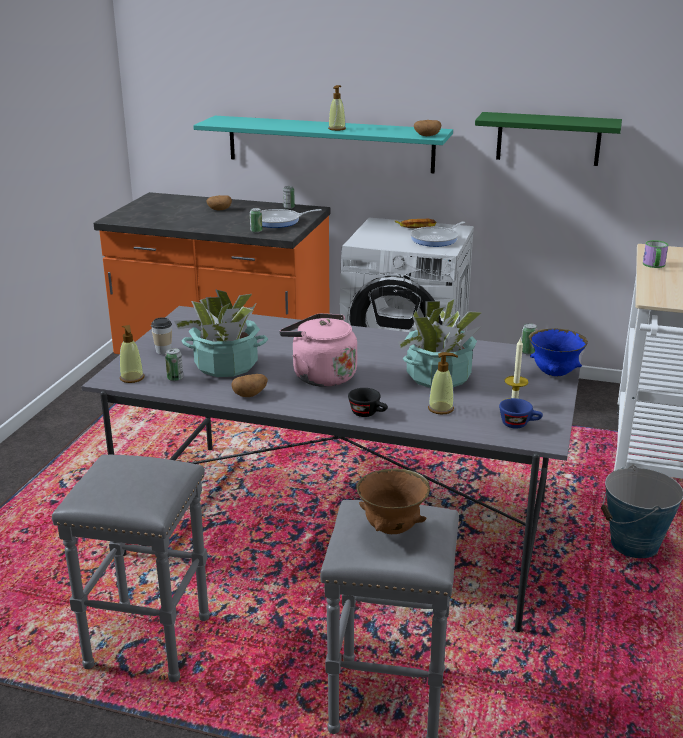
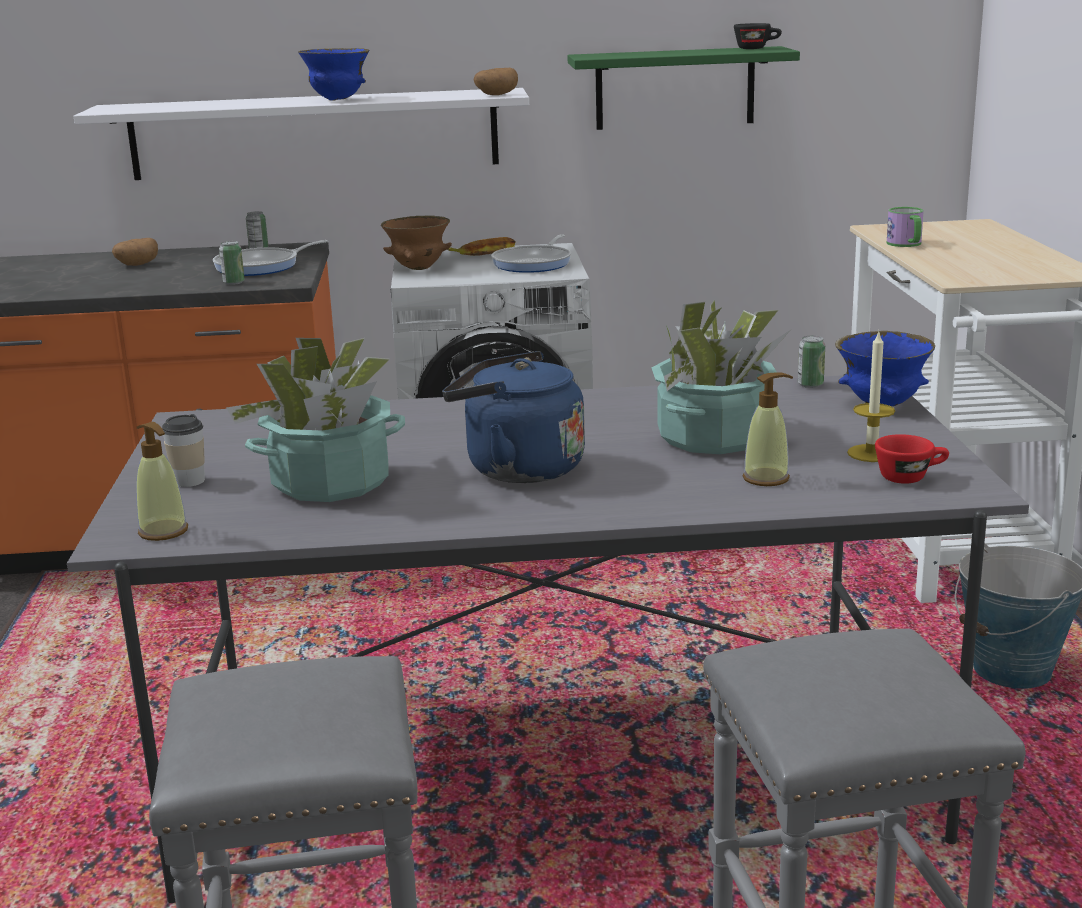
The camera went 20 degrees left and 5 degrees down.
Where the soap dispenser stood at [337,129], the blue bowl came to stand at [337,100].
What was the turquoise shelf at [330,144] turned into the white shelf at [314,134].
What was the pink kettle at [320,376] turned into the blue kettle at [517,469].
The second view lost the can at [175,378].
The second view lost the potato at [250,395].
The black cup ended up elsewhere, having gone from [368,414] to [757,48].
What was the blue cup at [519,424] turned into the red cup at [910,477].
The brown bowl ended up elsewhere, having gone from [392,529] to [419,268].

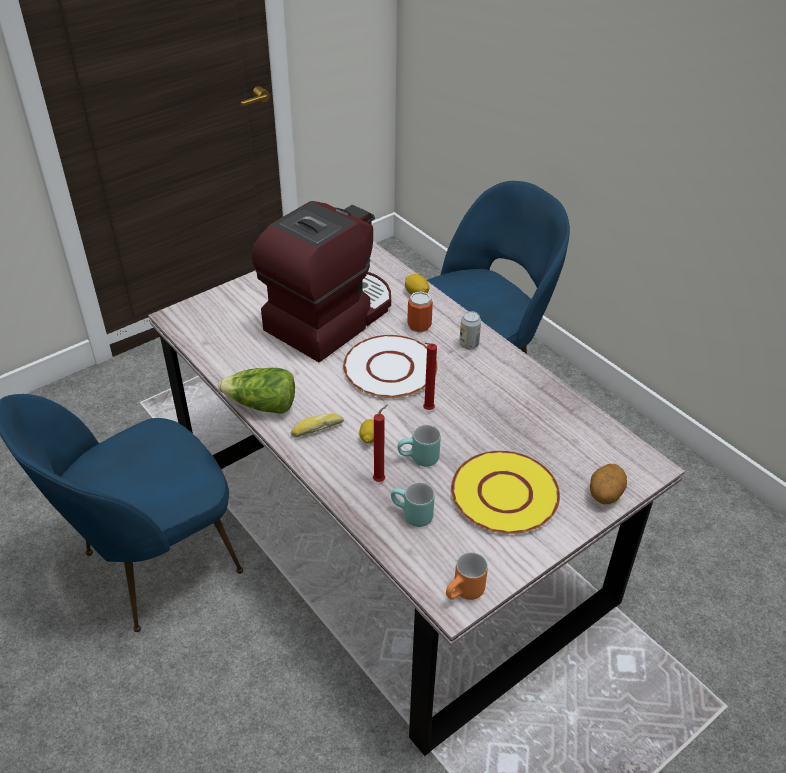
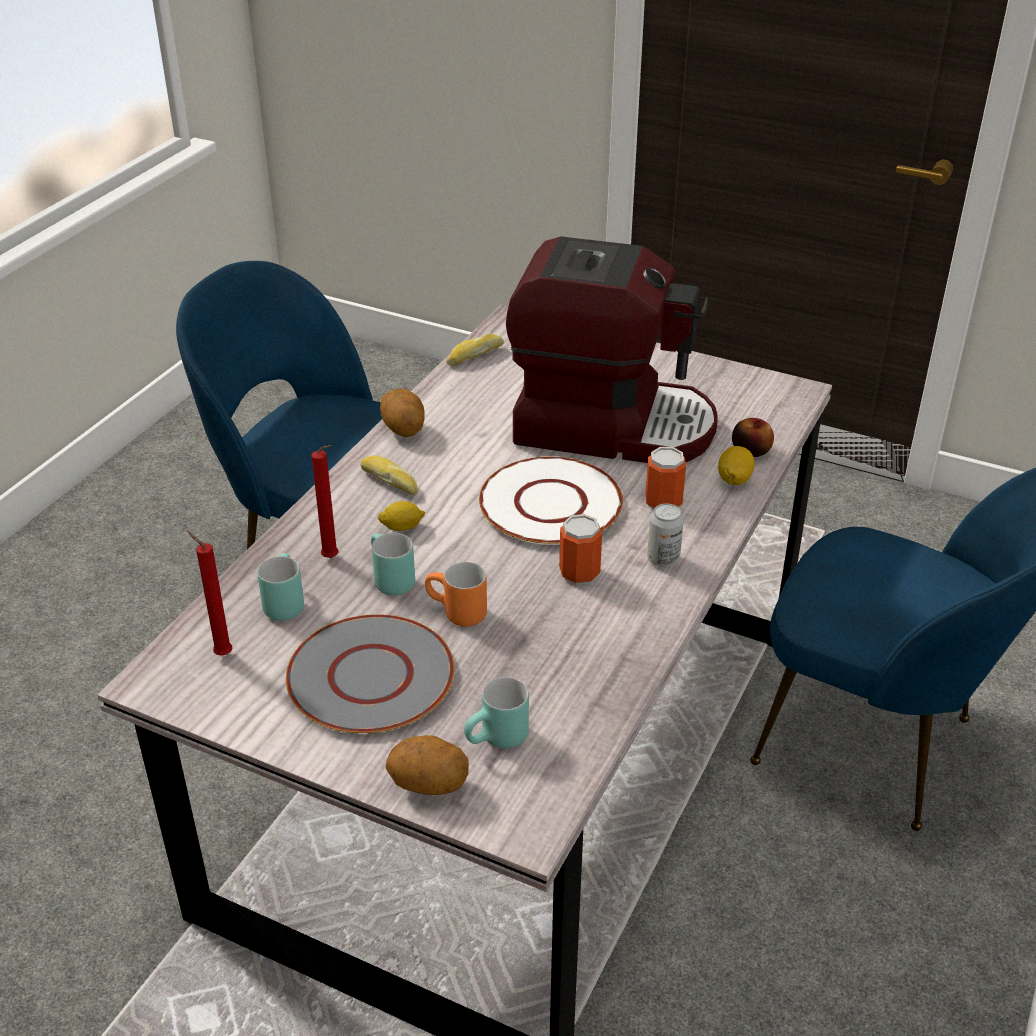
The camera went 65 degrees right and 5 degrees down.
The red candle ended up elsewhere, having gone from [427,410] to [221,653].
Where the lettuce stood at [262,405], the potato came to stand at [404,429].
What was the yellow plate at [505,494] turned into the grey plate at [370,677].
The orange mug ended up elsewhere, having gone from [465,594] to [455,614].
The second view gained the bread at [474,355].
The second view gained the apple at [751,450].
The second view gained the can at [579,573].
The second view gained the turquoise mug at [498,741].

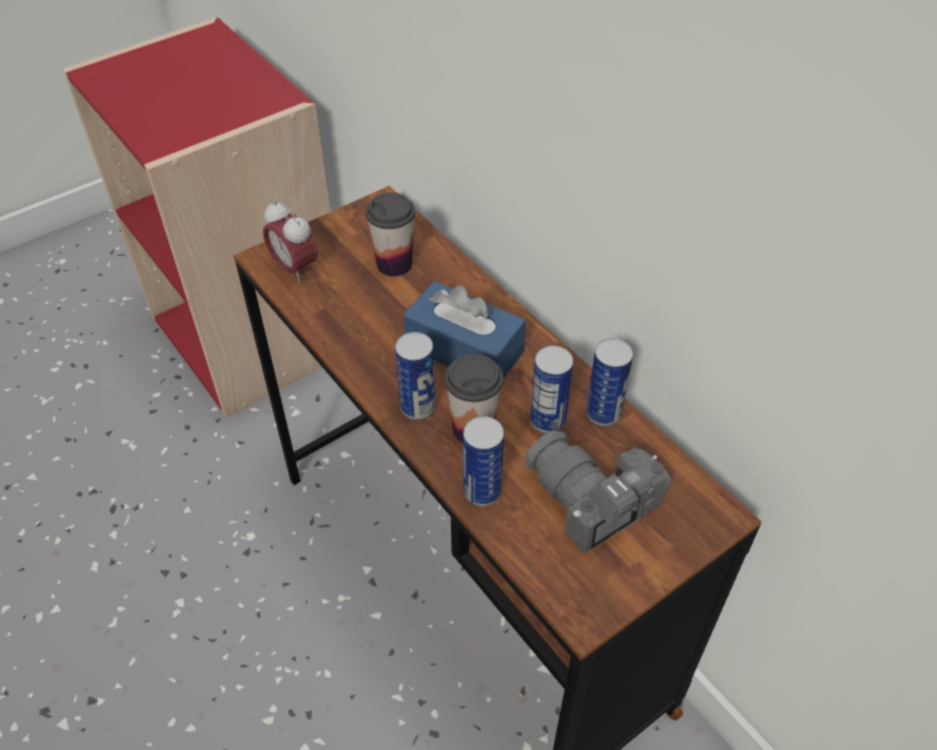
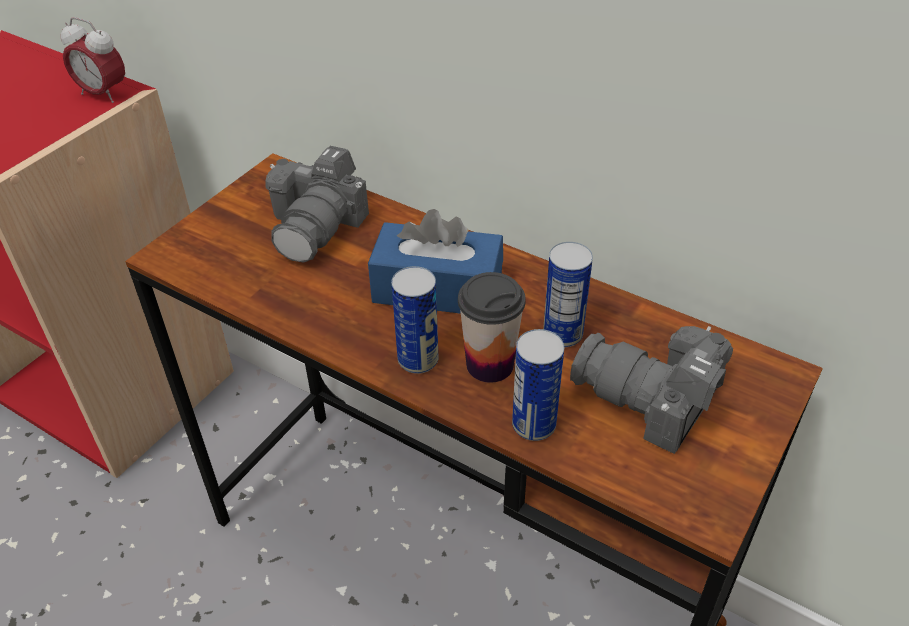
The camera went 20 degrees left and 5 degrees down.
Where the cup stood at [394,264], the photo camera came to stand at [317,226].
The alarm clock ended up elsewhere, having gone from [294,268] to [103,94].
The second view lost the can at [603,413].

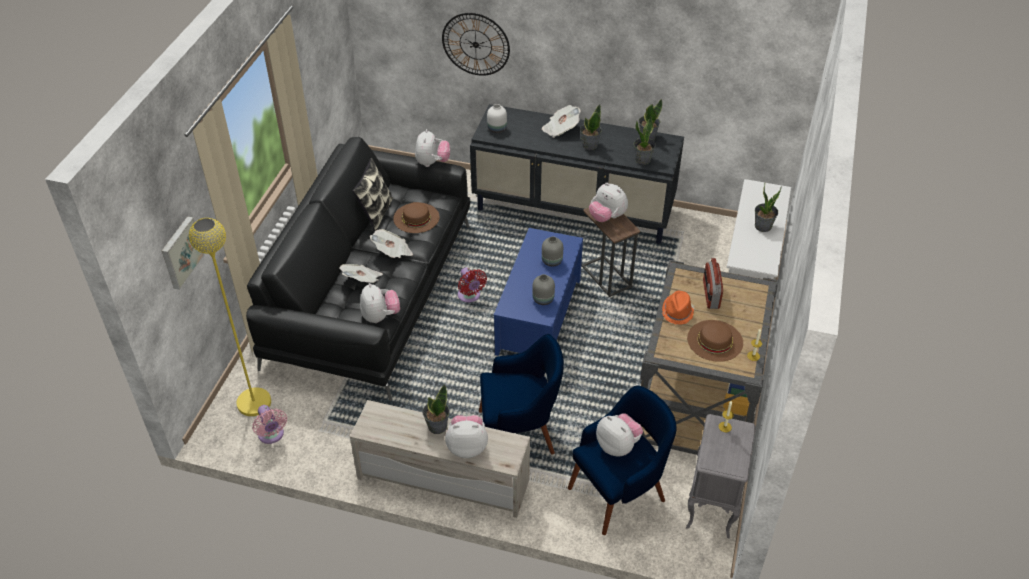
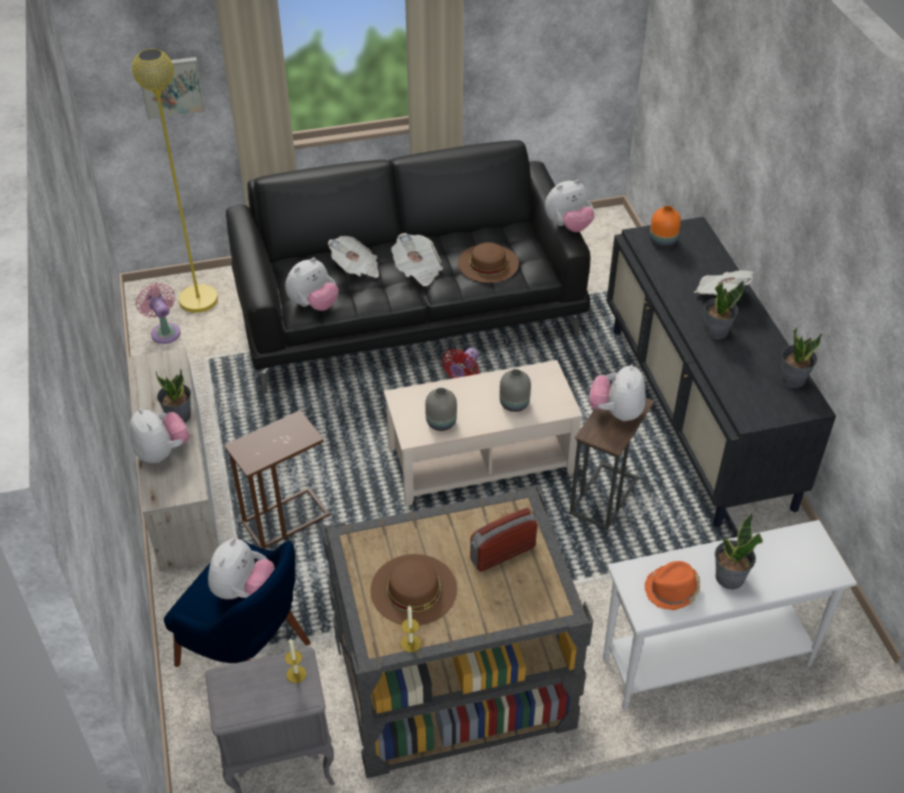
The camera went 60 degrees right and 0 degrees up.
The second view lost the wall clock at [475,44].
What was the white vase at [497,129] turned into the orange vase at [662,241].
The second view lost the potted plant at [643,160].
The second view lost the pillow at [375,213].
What was the blue coffee table at [539,316] turned into the beige coffee table at [481,460].
The orange hat ended up elsewhere, having gone from [677,312] to [672,590].
Where the blue armchair stood at [519,432], the brown side table came to stand at [285,520].
The pink fan at [272,435] ended up facing another way, 120 degrees clockwise from before.

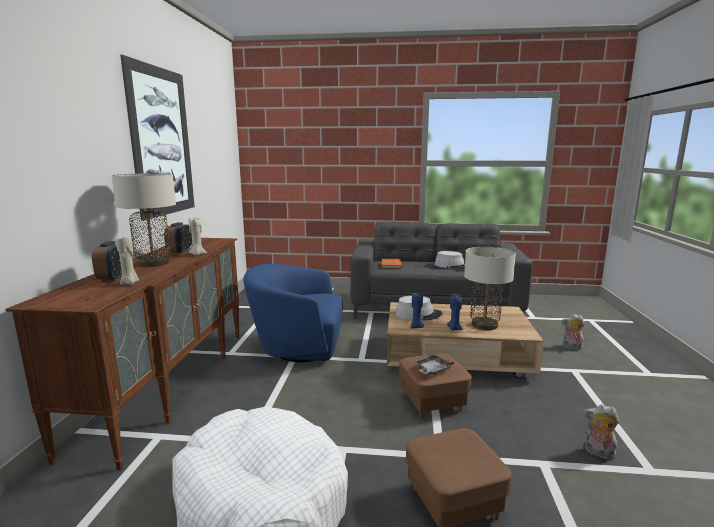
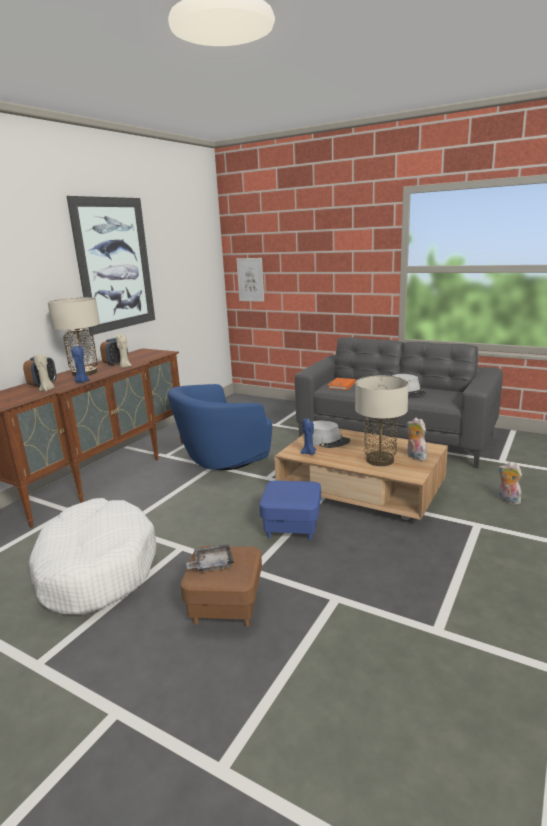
The camera went 25 degrees right and 5 degrees up.
The blue armchair at [298,348] ended up facing another way, 60 degrees counterclockwise from before.
The blue candle ended up elsewhere, having gone from [454,329] to [82,381].
What was the brown ottoman at [432,402] turned into the blue ottoman at [292,526].
The grey tray ended up elsewhere, having gone from [432,370] to [212,564].
The plush toy ended up elsewhere, having gone from [598,453] to [415,457].
The second view gained the picture at [250,279].

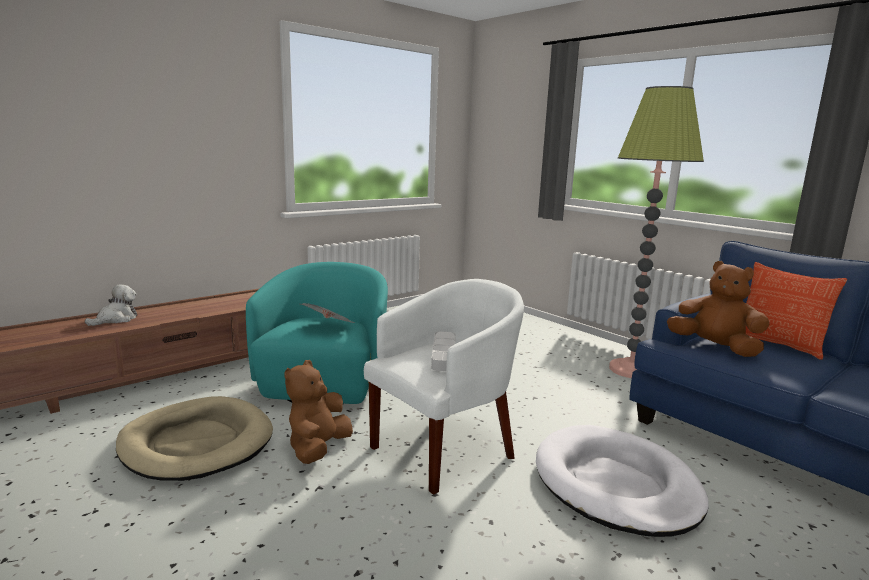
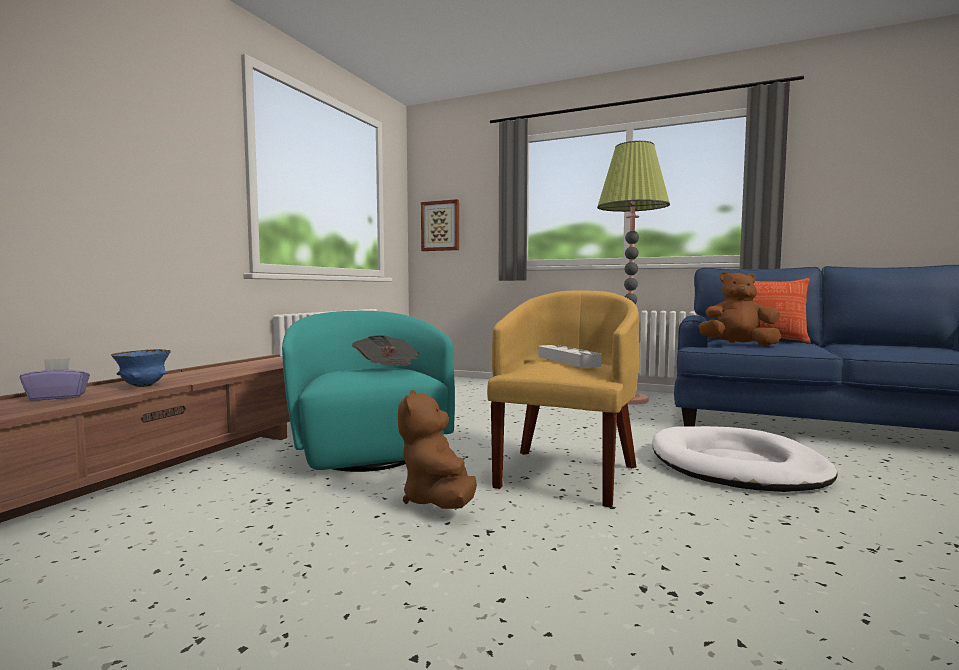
The camera went 25 degrees left and 10 degrees down.
What was the white armchair at [444,449] turned into the yellow armchair at [566,474].
Where the plush toy stood at [116,319], the purple tissue box came to stand at [58,397].
The second view lost the beige dog bed at [197,443].
The second view gained the picture at [440,226].
The second view gained the blue bowl at [143,386].

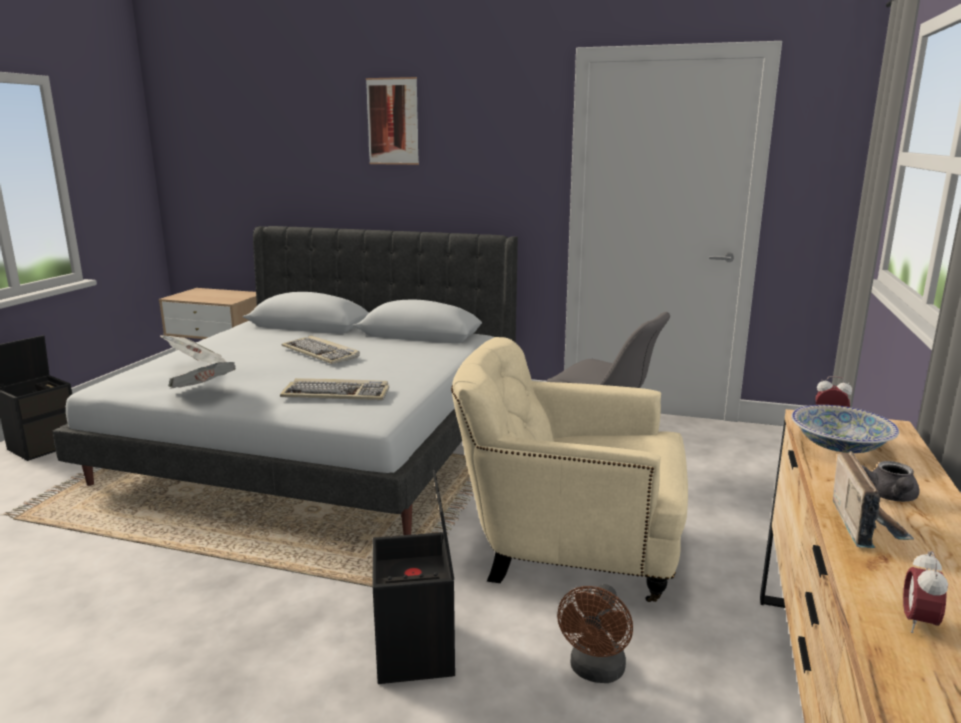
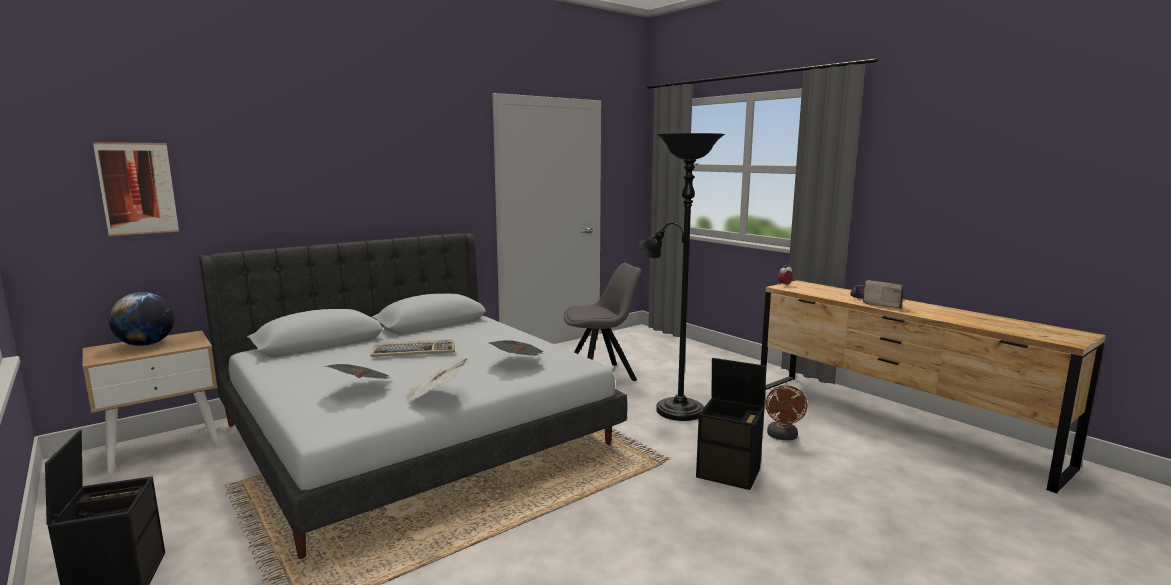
The camera went 55 degrees left and 5 degrees down.
The picture ended up elsewhere, having gone from [392,121] to [137,188].
Where the beige armchair stood at [569,548], the black floor lamp came to stand at [674,409].
Where the keyboard stood at [337,394], the newspaper came to stand at [518,363].
The second view lost the bowl at [840,446].
The second view lost the alarm clock at [918,623].
The brown fan at [595,671] ended up facing another way, 45 degrees clockwise from before.
The second view gained the globe at [146,344].

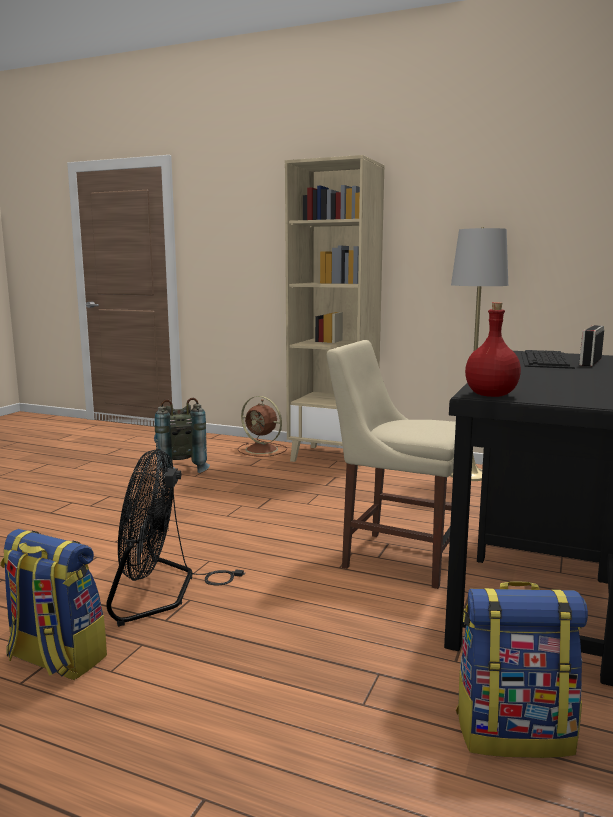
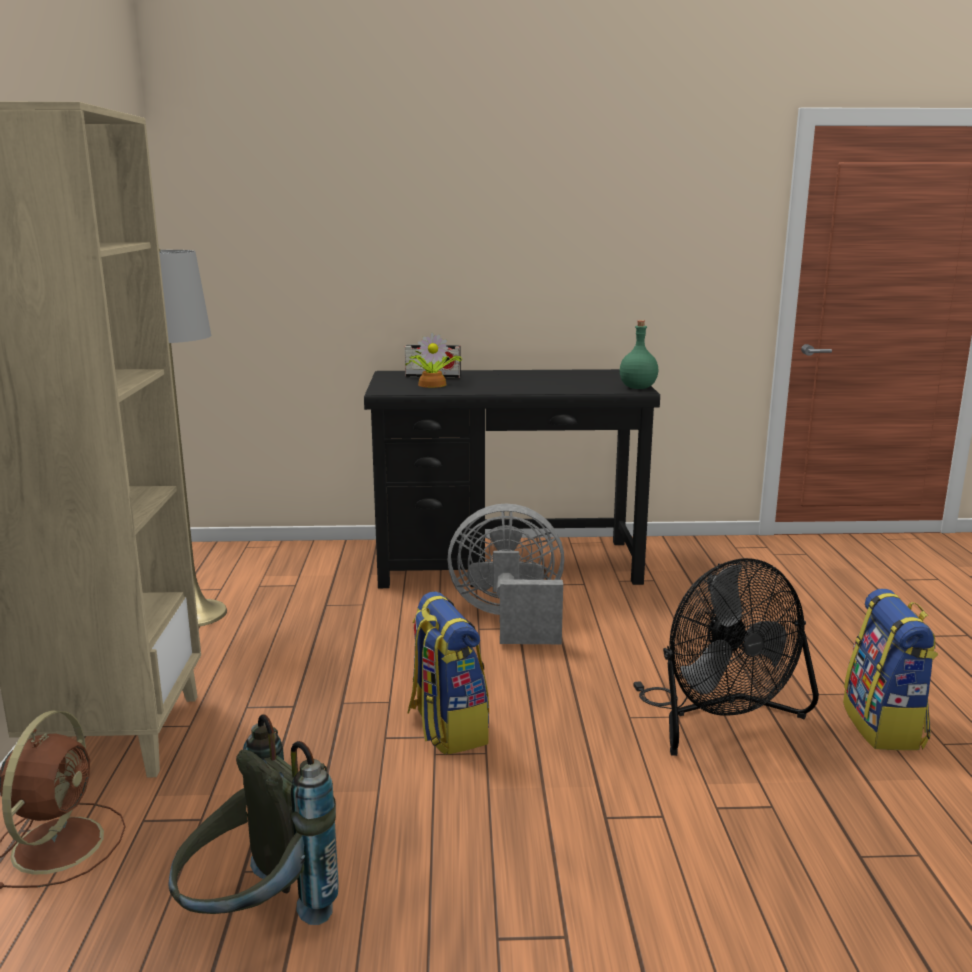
The camera went 115 degrees left and 5 degrees up.
What was the red bottle at [491,395] turned into the green bottle at [637,388].
Where the beige chair stood at [396,557], the grey fan came to stand at [509,620].
Where the keyboard stood at [546,359], the potted plant came to stand at [433,384].
The backpack ended up elsewhere, having gone from [514,732] to [446,728].

